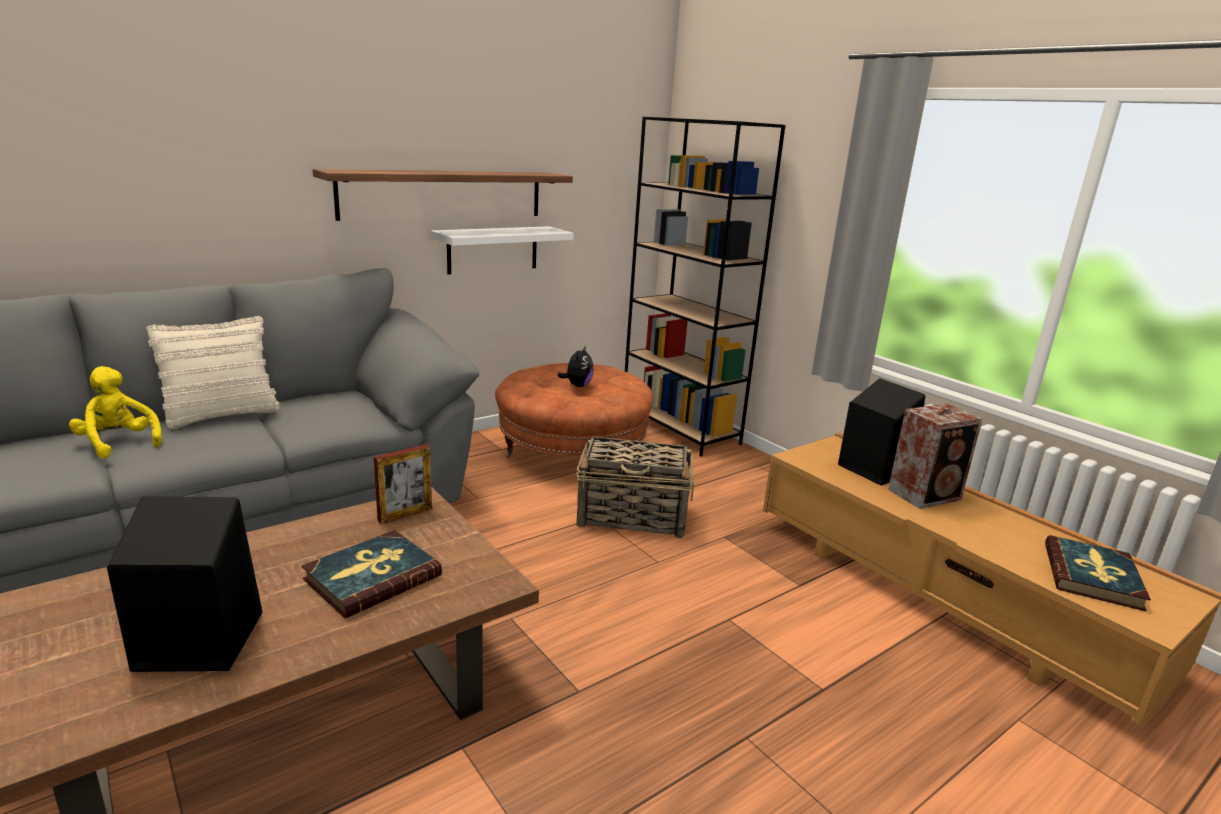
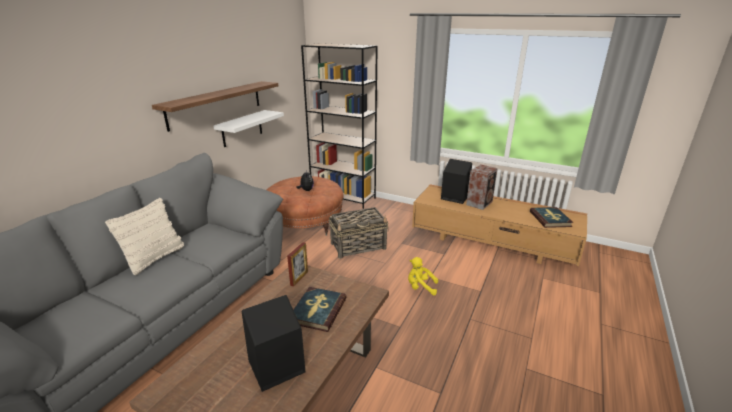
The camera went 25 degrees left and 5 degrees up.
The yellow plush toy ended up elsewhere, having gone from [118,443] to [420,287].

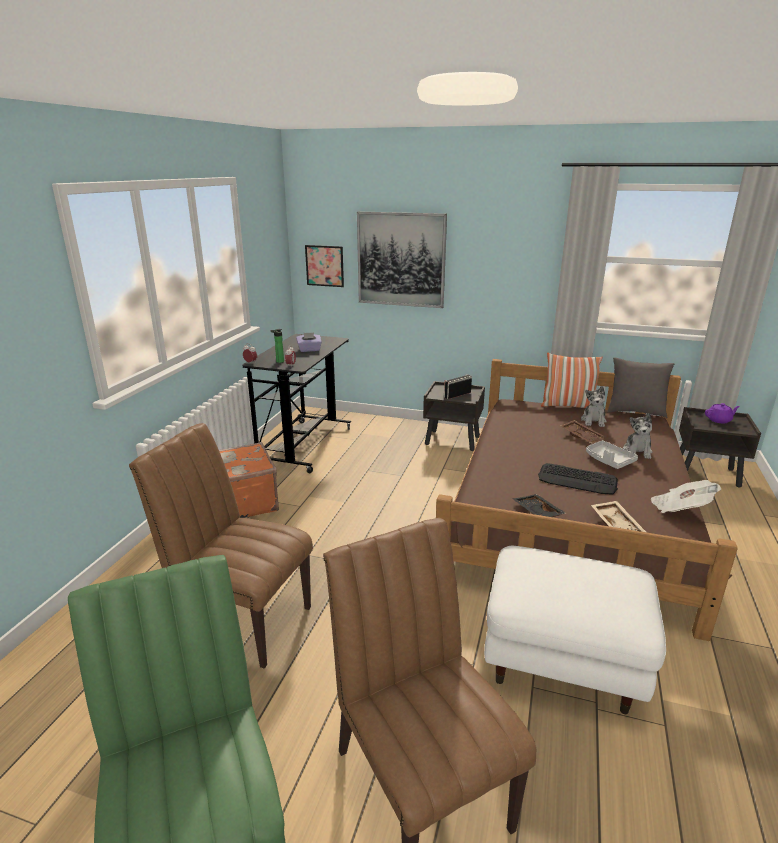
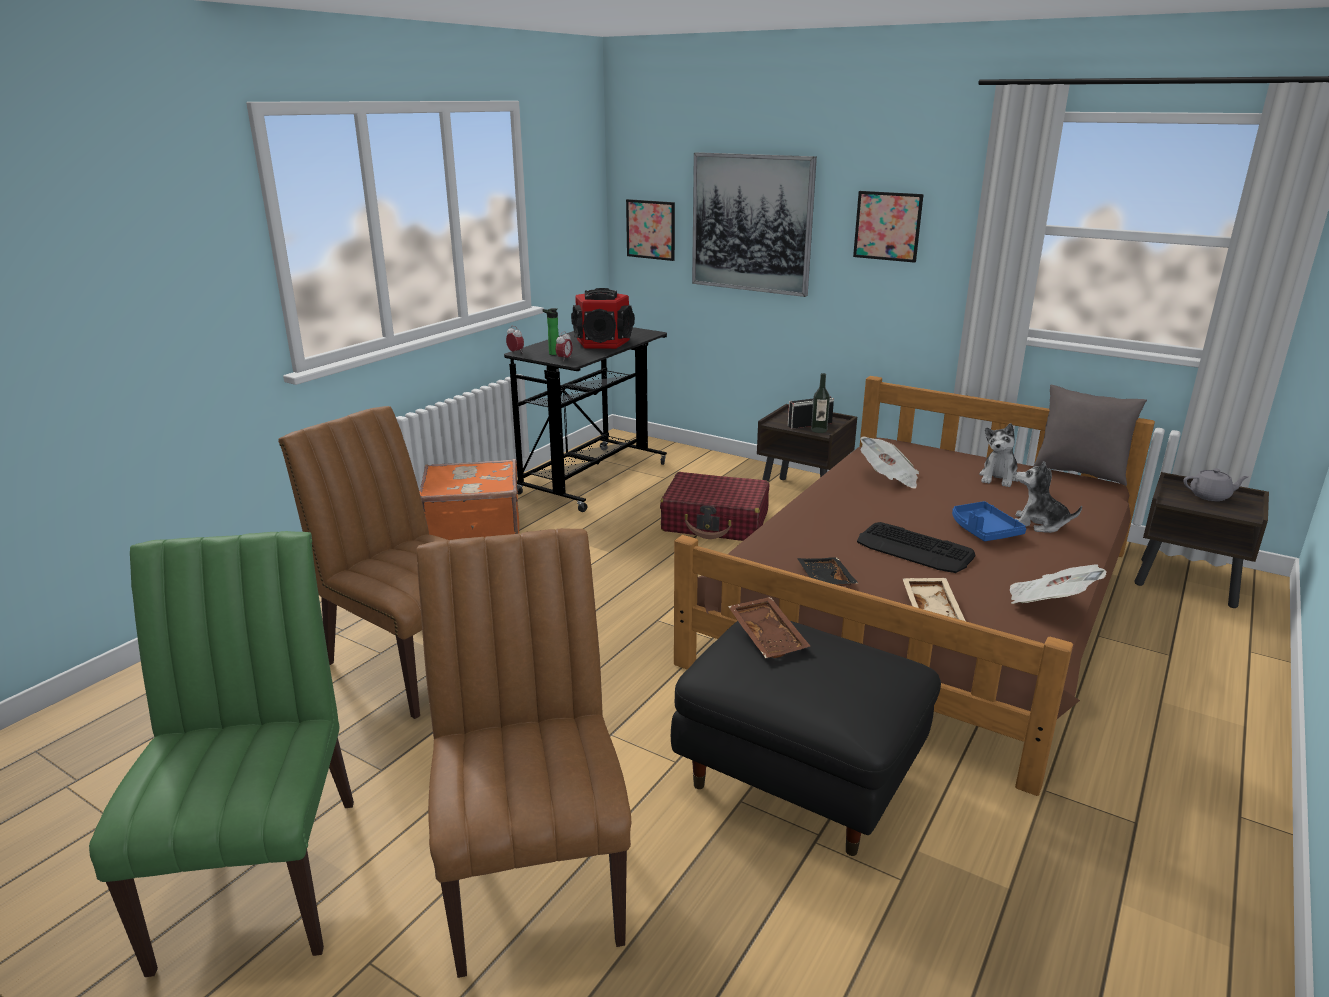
The camera went 15 degrees right and 0 degrees up.
Where the purple tissue box stood at [309,350], the speaker came to stand at [603,343].
The second view lost the pillow at [568,406].
What was the purple teapot at [719,420] turned into the grey teapot at [1210,496].
The plush toy at [637,451] ended up facing another way, 90 degrees clockwise from before.
The brown tray ended up elsewhere, having gone from [582,436] to [769,636].
What was the grey tray at [609,460] turned into the blue tray at [983,530].
What was the white ottoman at [564,662] turned into the black ottoman at [801,782].
The second view gained the picture at [887,226].
The second view gained the bottle at [819,430].
The second view gained the newspaper at [889,478].
The second view gained the red suitcase at [715,522].

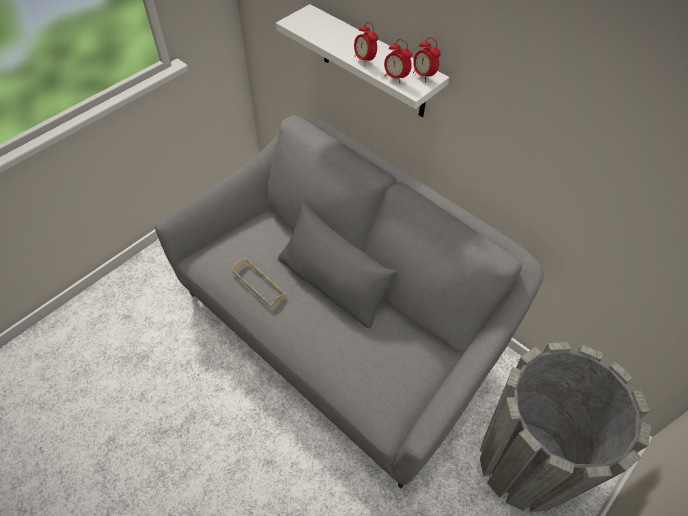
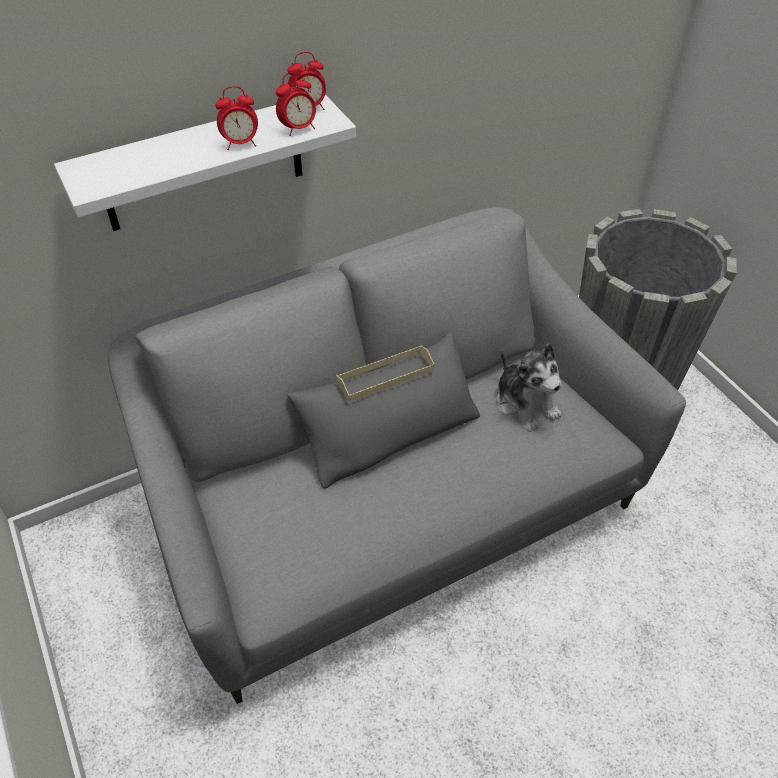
The camera went 70 degrees left and 5 degrees down.
The beige tray ended up elsewhere, having gone from [258,284] to [385,376].
The second view gained the plush toy at [526,404].

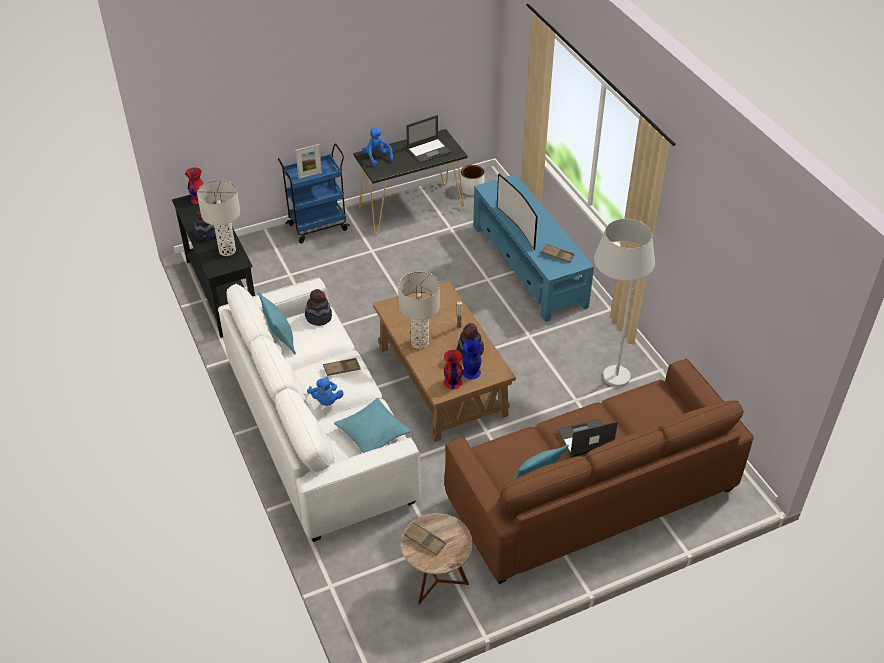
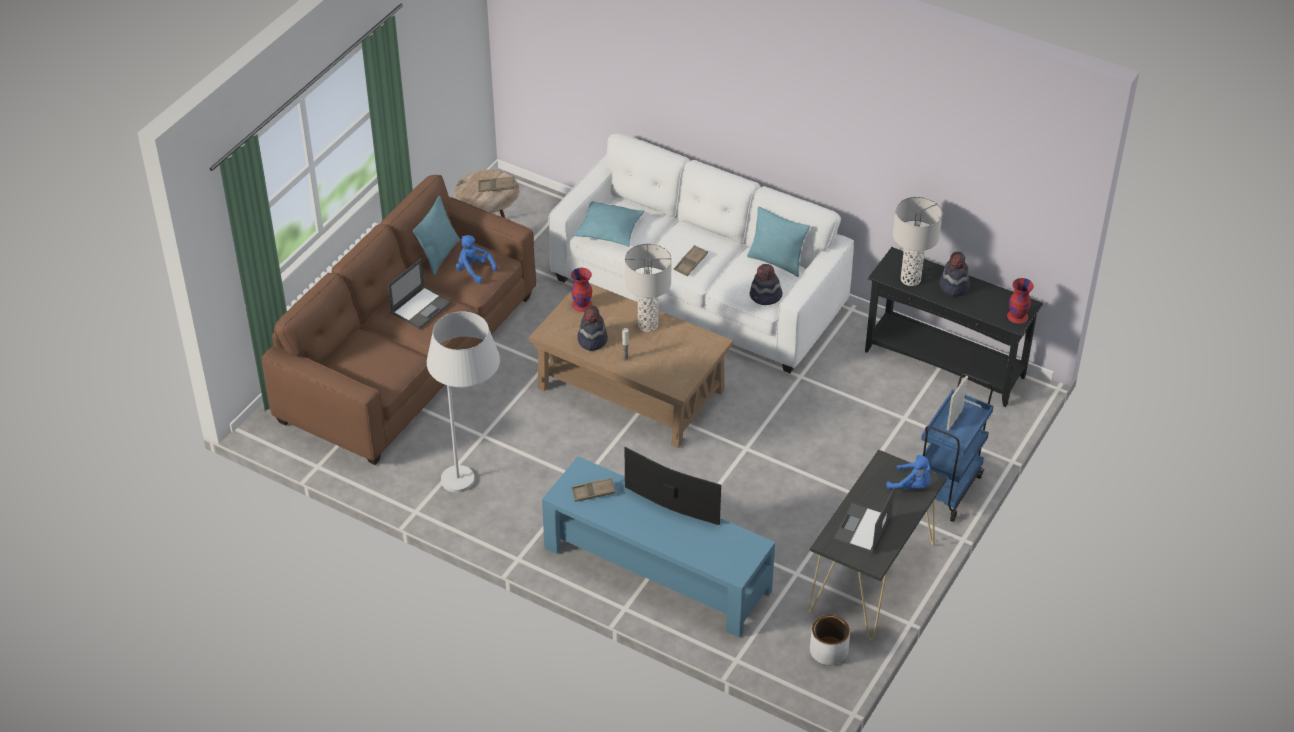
The camera went 145 degrees right and 0 degrees up.
The second view lost the blue vase at [471,372].
The blue plush toy ended up elsewhere, having gone from [326,401] to [473,270].

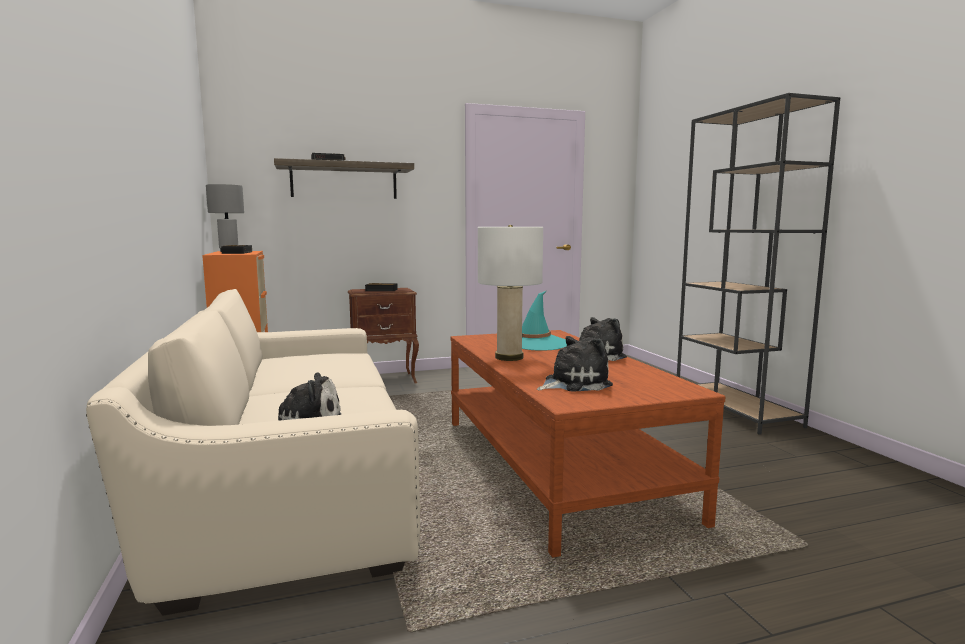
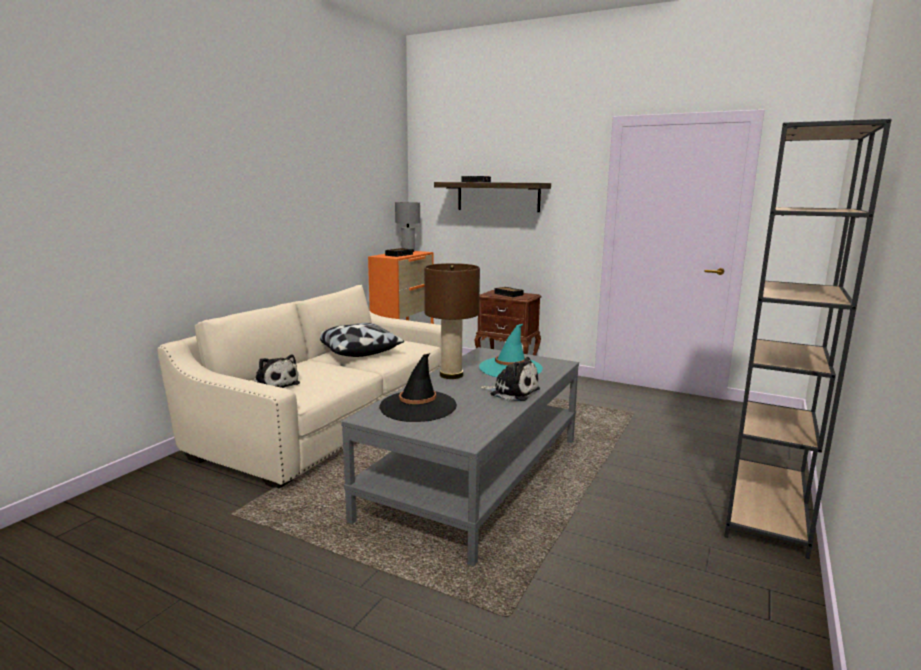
The camera went 45 degrees right and 5 degrees up.
What was the white table lamp at [509,357] turned into the brown table lamp at [451,375].
What was the brown coffee table at [555,465] turned into the grey coffee table at [476,476].
Where the plush toy stood at [573,383], the black hat came to stand at [418,407].
The second view gained the pillow at [357,352].

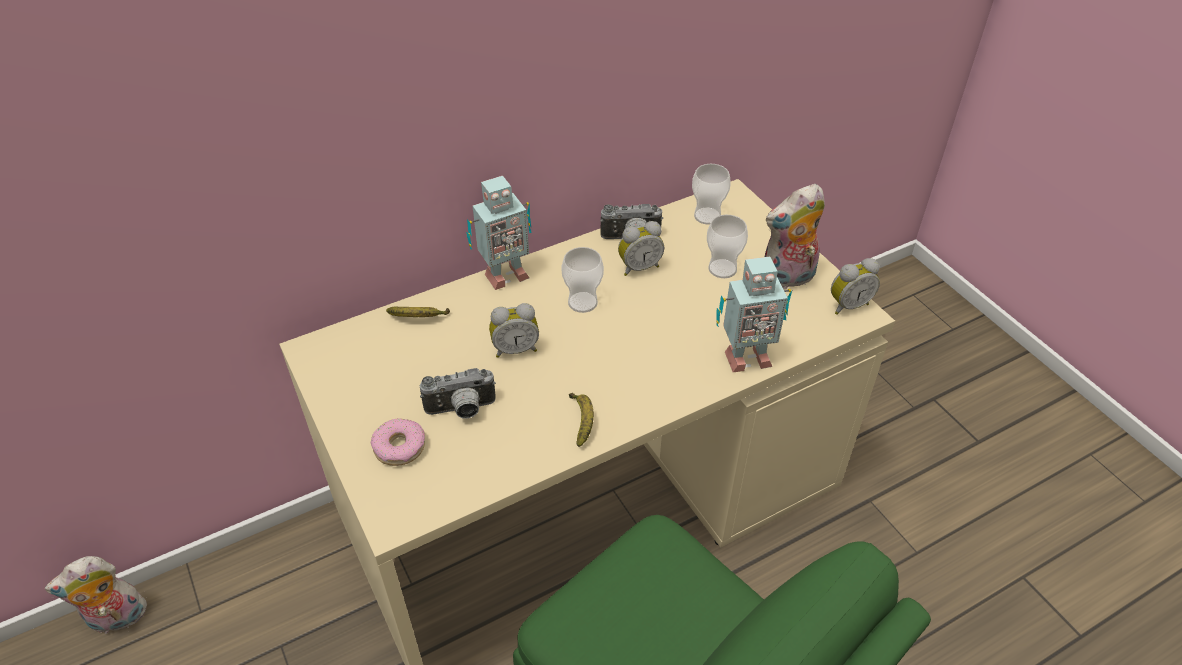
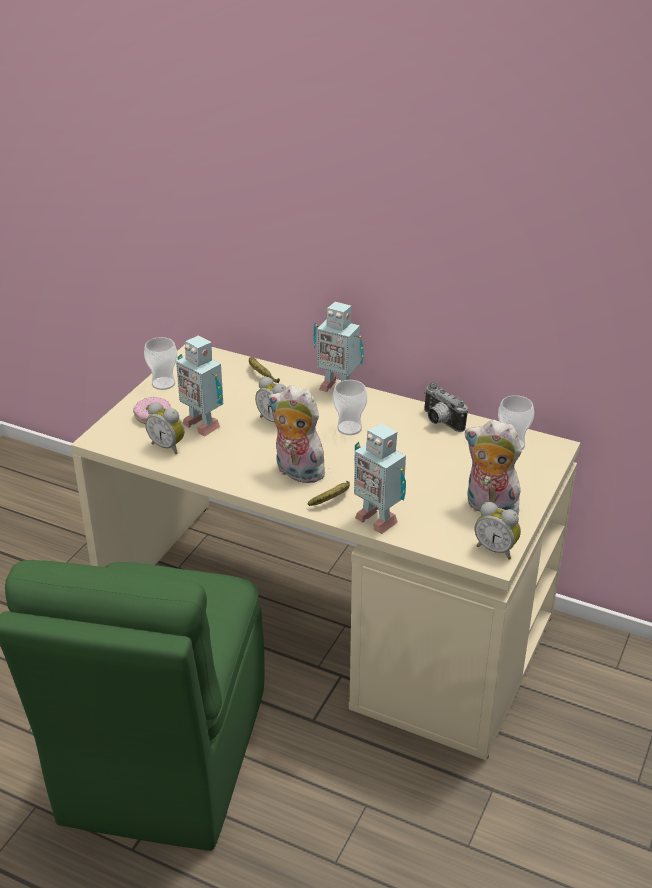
The camera went 55 degrees right and 10 degrees down.
The cup ended up elsewhere, having gone from [722,269] to [163,383].
The alarm clock ended up elsewhere, having gone from [639,267] to [168,446].
Where the photo camera stood at [461,410], the toy robot came to stand at [202,424].
The banana ended up elsewhere, having gone from [582,421] to [333,499].
The plush toy ended up elsewhere, having gone from [117,620] to [296,472].

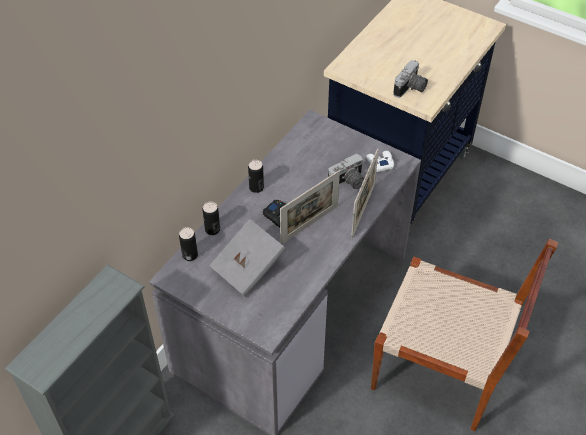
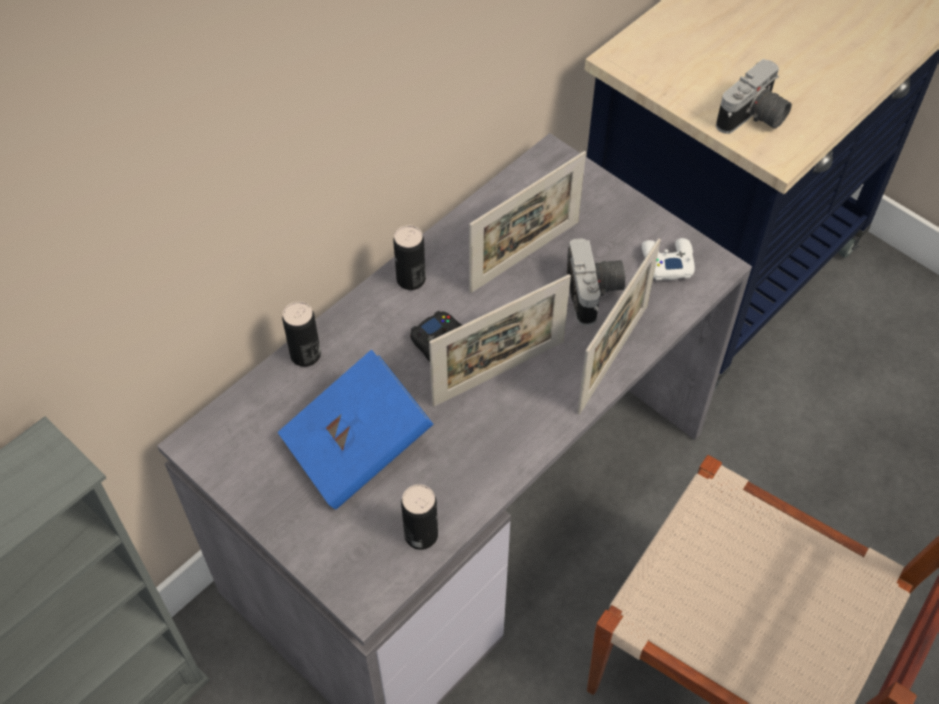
The camera went 10 degrees right and 5 degrees up.
The photo camera at [348,182] ended up facing another way, 75 degrees counterclockwise from before.
What was the grey book at [248,268] turned into the blue book at [358,447].
The can ended up elsewhere, having gone from [190,255] to [421,535].
The second view gained the picture frame at [524,256].

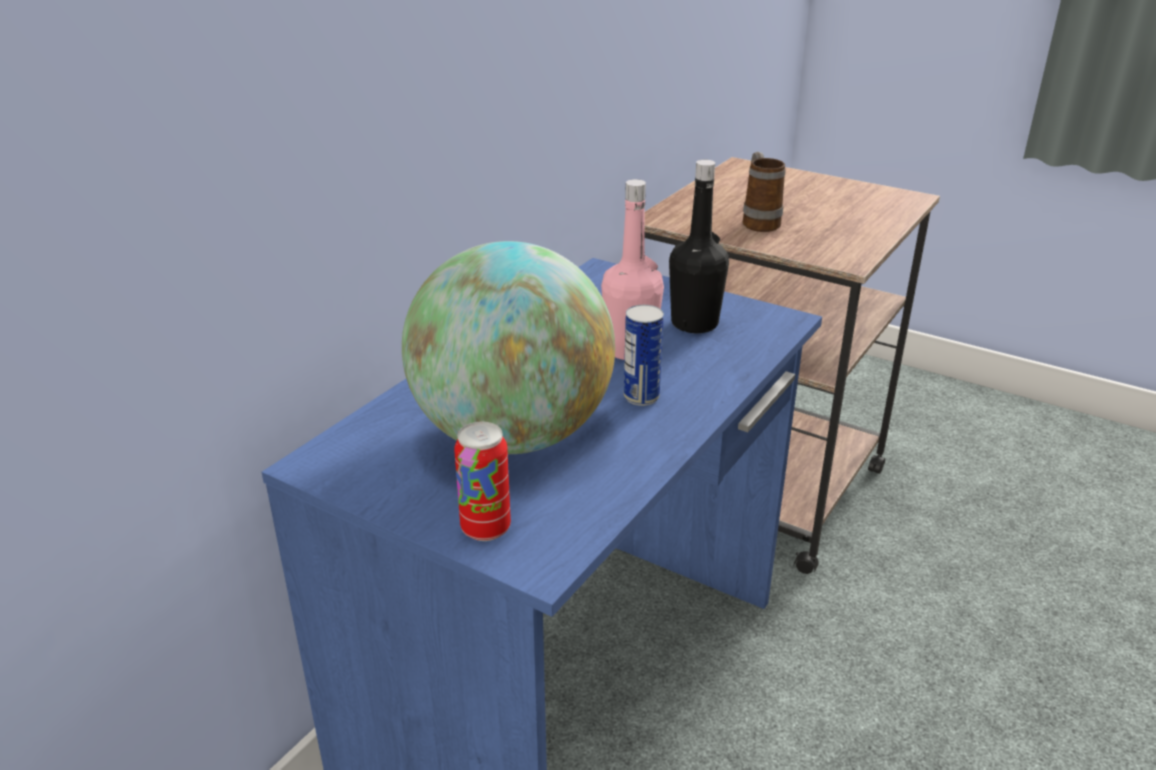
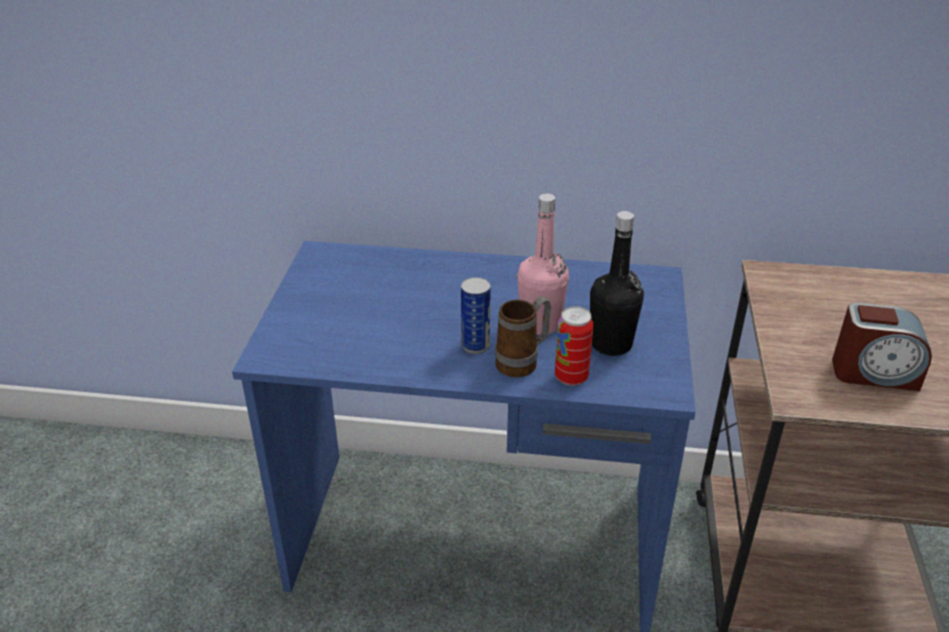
The camera went 65 degrees right and 5 degrees up.
The mug ended up elsewhere, having gone from [759,222] to [523,362].
The second view lost the globe at [513,435].
The can ended up elsewhere, having gone from [485,529] to [571,377].
The second view gained the alarm clock at [874,373].

